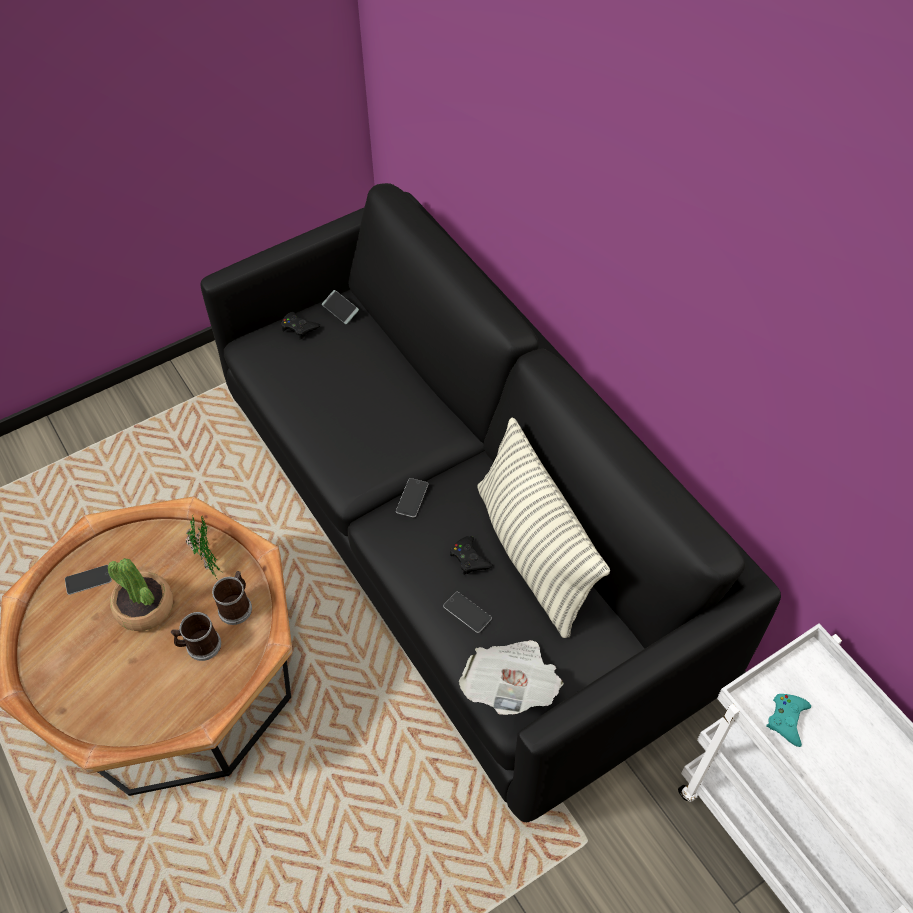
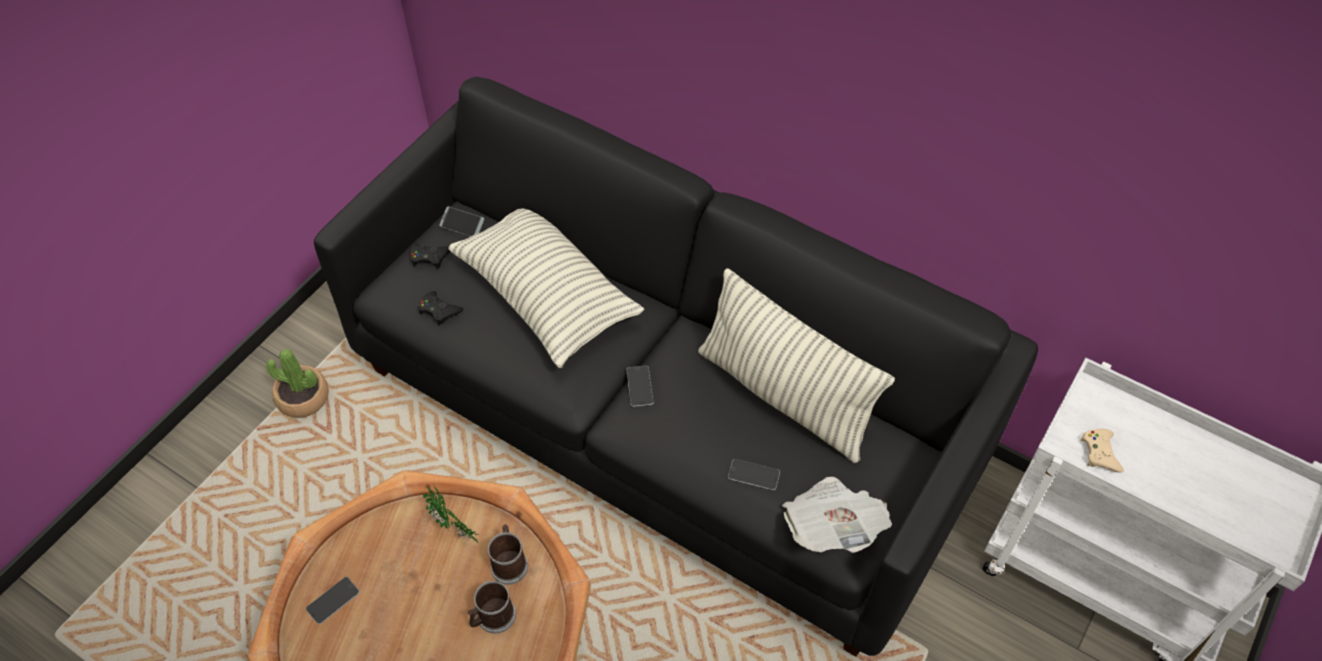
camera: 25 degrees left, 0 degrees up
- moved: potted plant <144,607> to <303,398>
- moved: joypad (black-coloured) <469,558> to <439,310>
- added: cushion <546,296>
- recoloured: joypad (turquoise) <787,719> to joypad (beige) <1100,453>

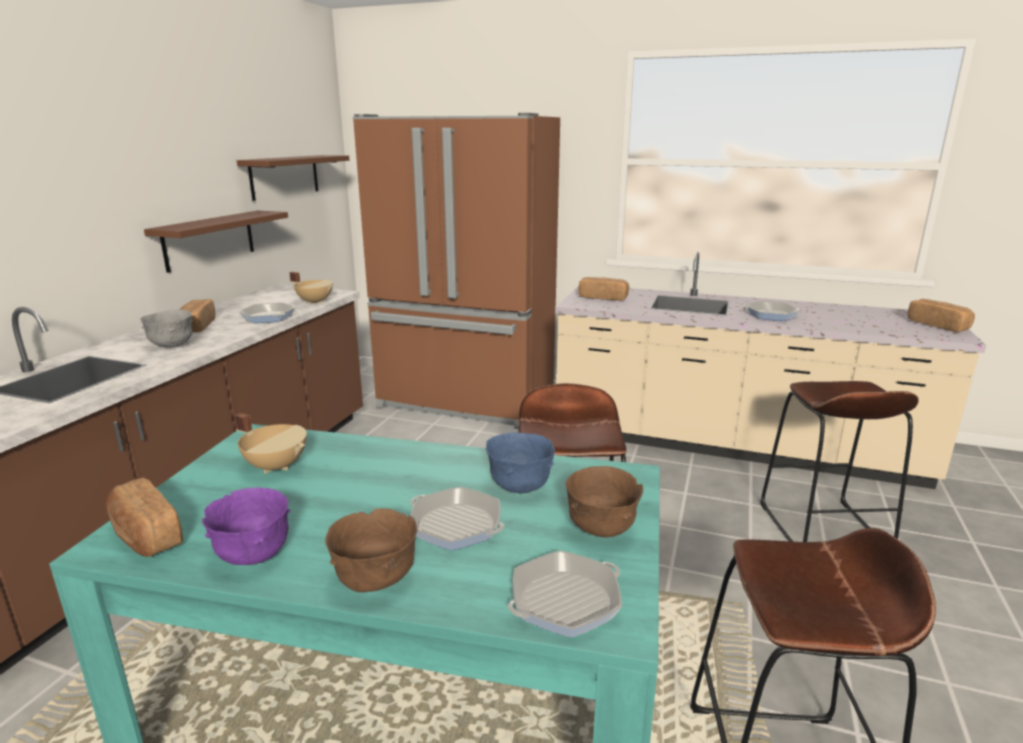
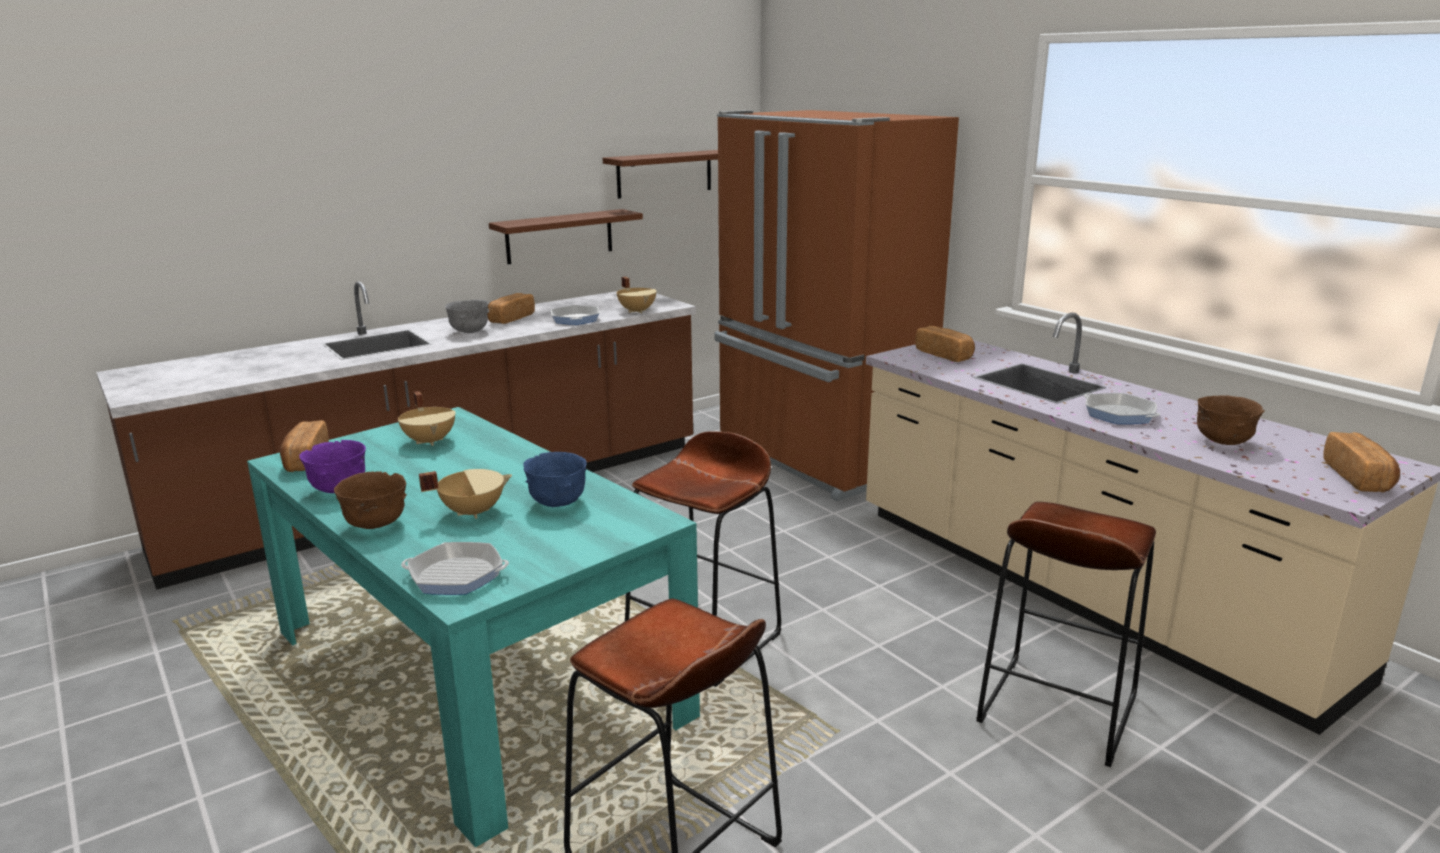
camera: 35 degrees right, 0 degrees up
- replaced: skillet <456,525> to stockpot (beige) <472,512>
- moved: bowl (brown-coloured) <601,529> to <1223,442>

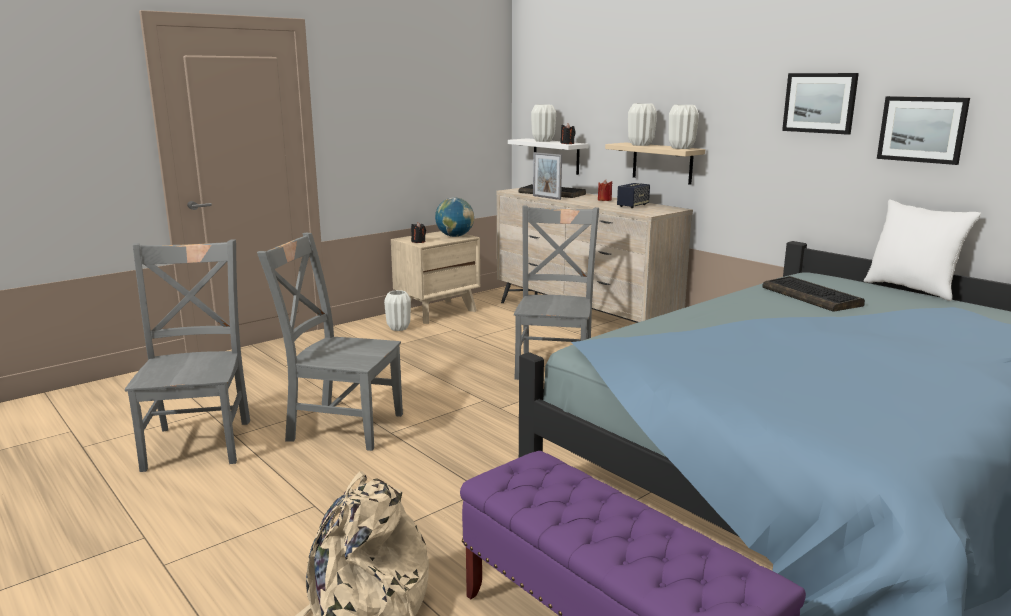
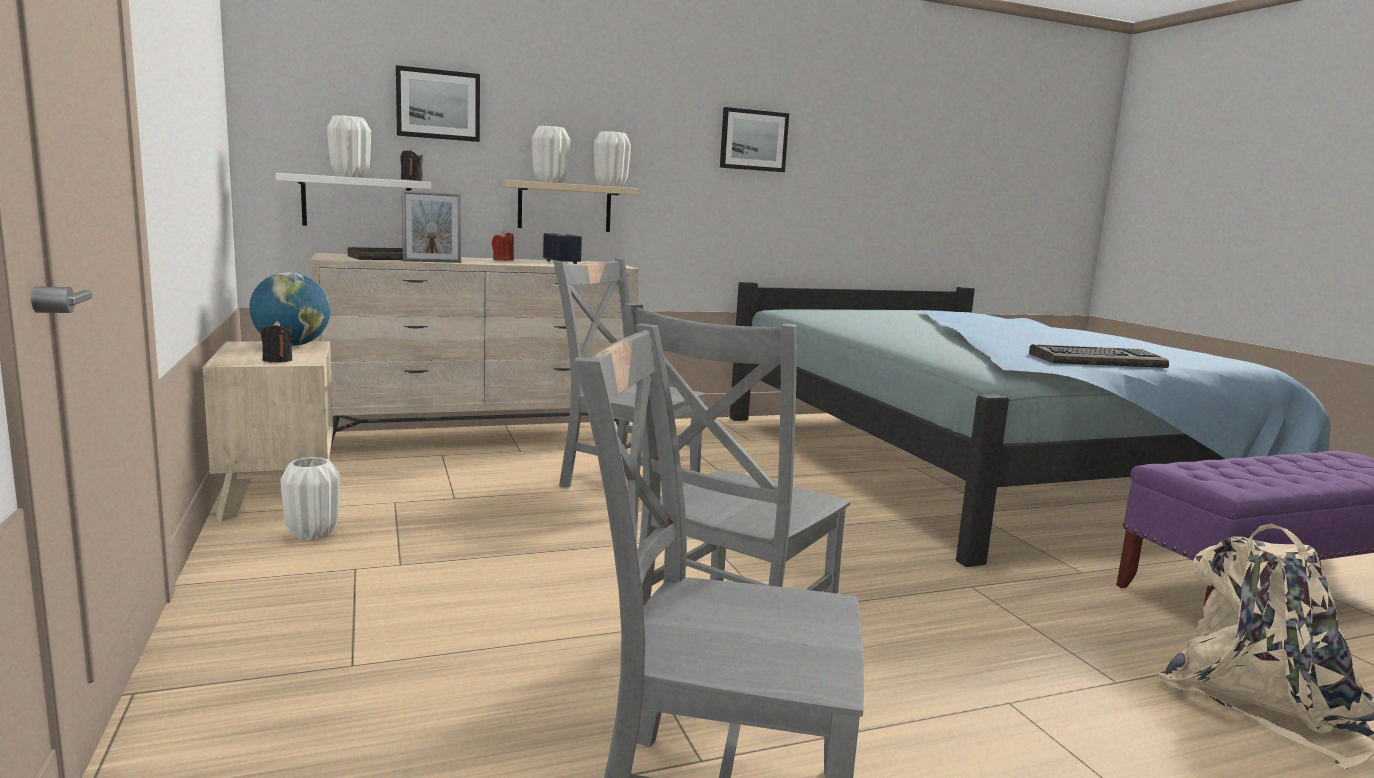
camera: 70 degrees left, 5 degrees down
- moved: wall picture <922,129> to <438,104>
- moved: computer keyboard <812,296> to <1097,360>
- removed: cushion (white-coloured) <911,289>

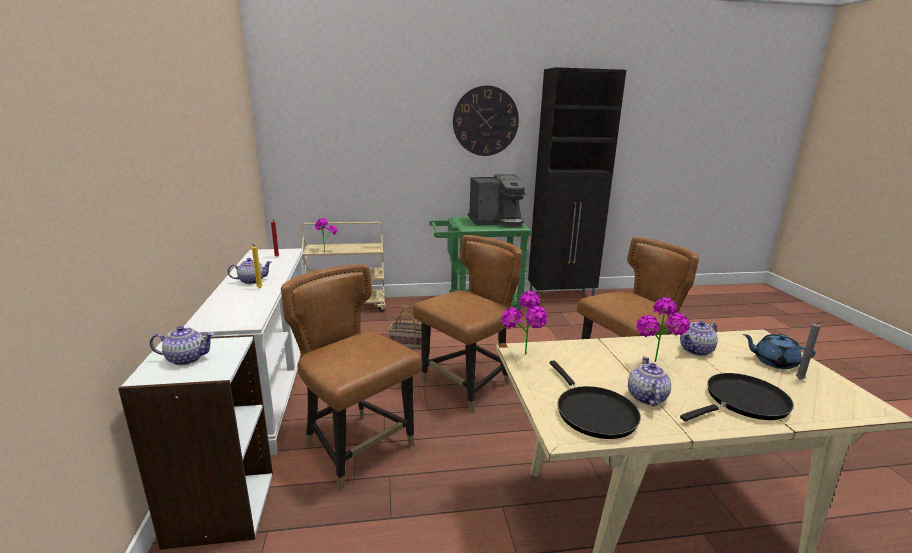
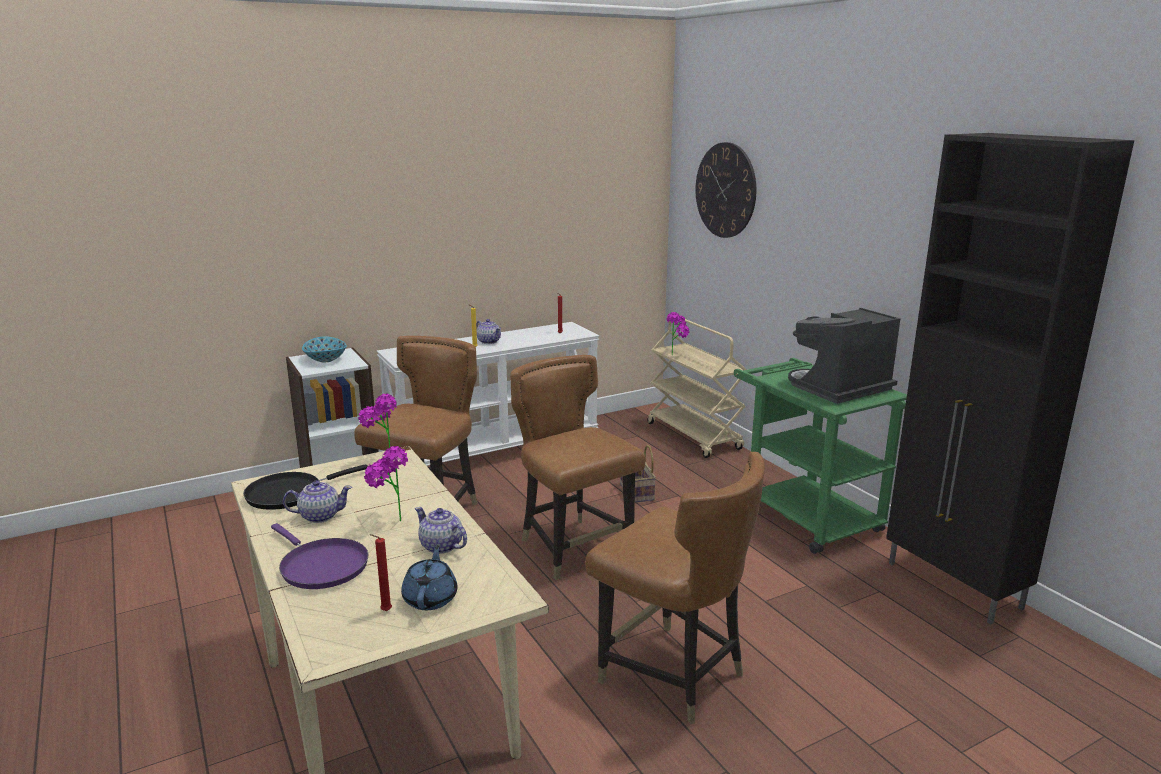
camera: 70 degrees right, 0 degrees up
- recoloured: skillet (black-coloured) <742,402> to skillet (purple-coloured) <321,566>
- replaced: teapot <186,359> to bowl <326,359>
- recoloured: wax light (greyish) <800,380> to wax light (reddish) <384,611>
- turned: upright chair (brown-coloured) <467,384> = <574,547> 150 degrees counterclockwise
- moved: hanging clock <485,121> to <725,190>
- turned: coffee machine <496,222> = <839,389> 90 degrees clockwise

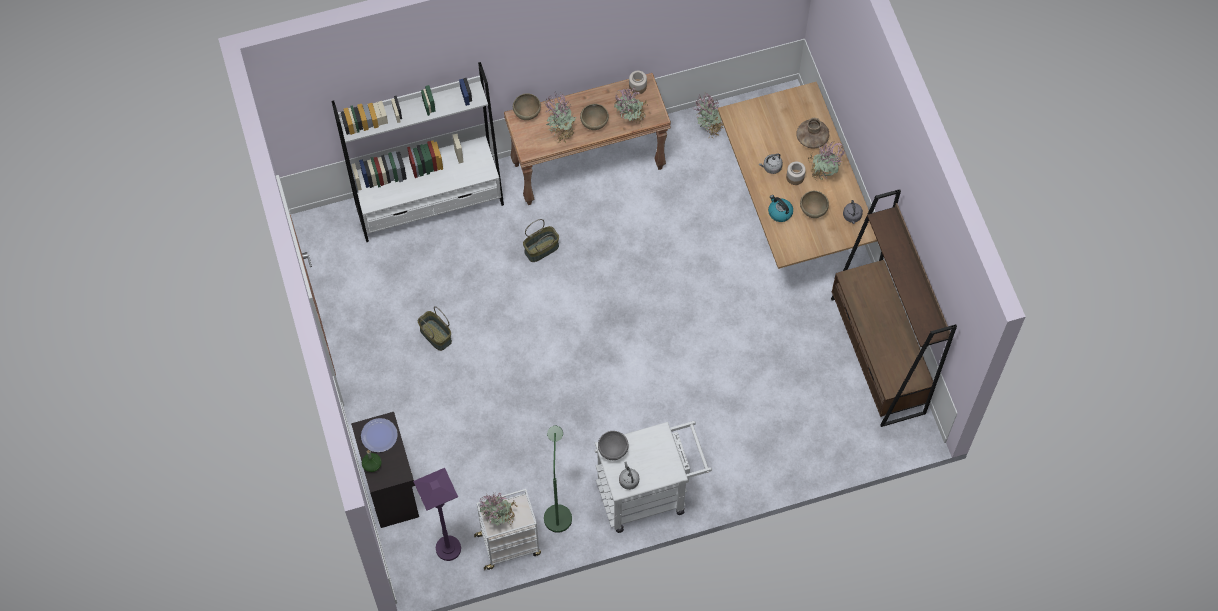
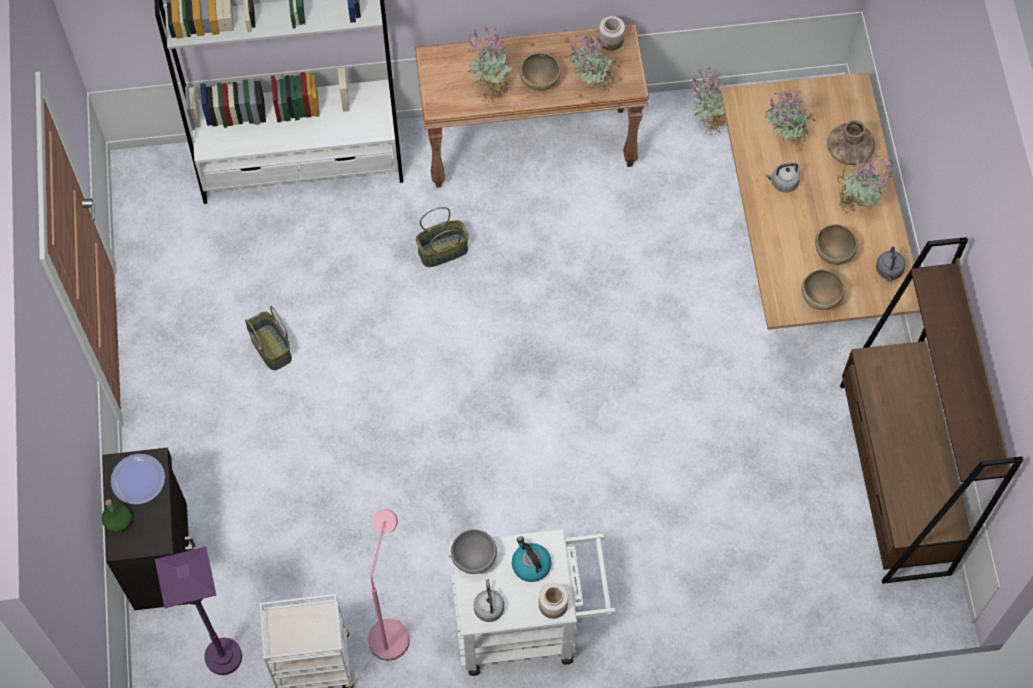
camera: 10 degrees right, 0 degrees up
- recoloured: standard lamp (green) <558,511> to standard lamp (pink) <391,629>
- moved: water kettle <779,212> to <530,564>
- moved: preserve jar <795,177> to <552,605>
- moved: potted plant <499,519> to <784,140>
- moved: bowl (brown-coloured) <527,113> to <820,299>

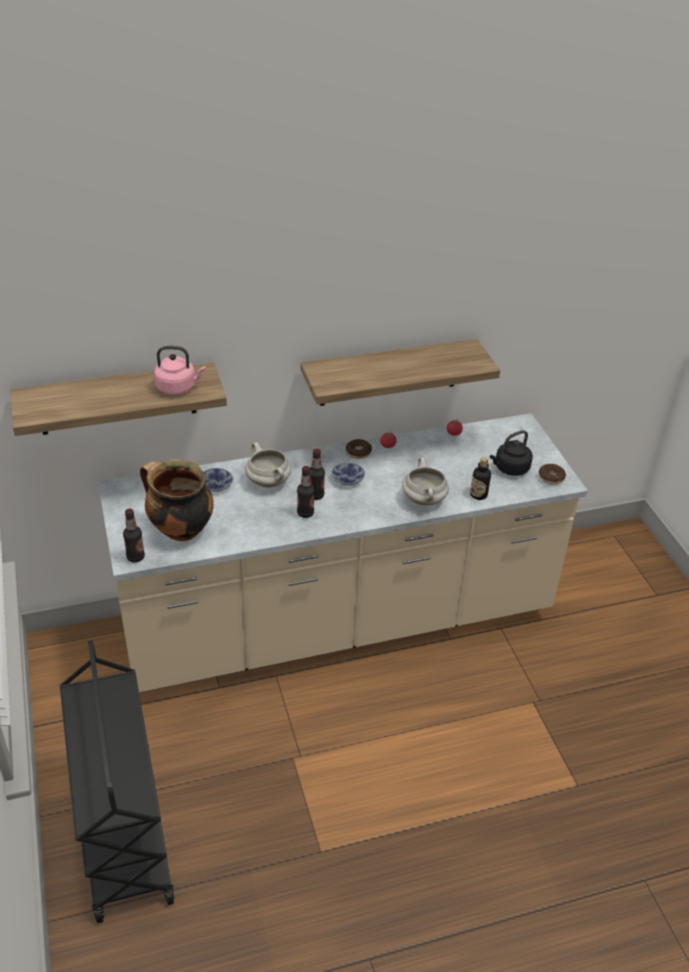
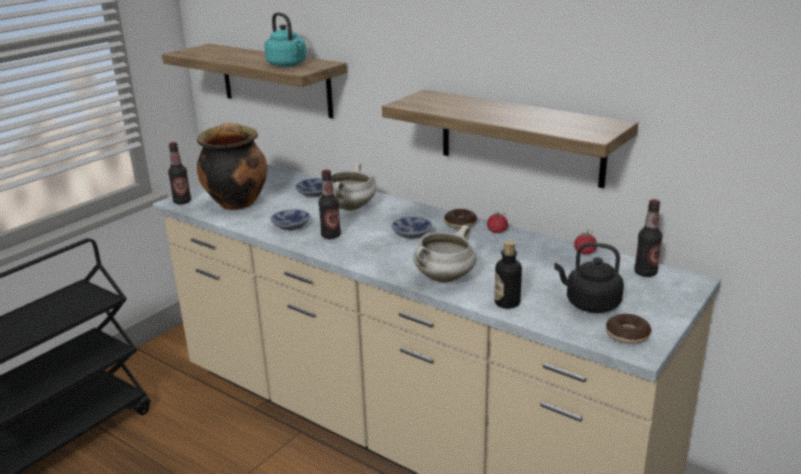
camera: 55 degrees right, 15 degrees down
- recoloured: water kettle (pink) <178,387> to water kettle (turquoise) <288,65>
- added: bowl <292,226>
- moved: beverage bottle <315,495> to <645,273>

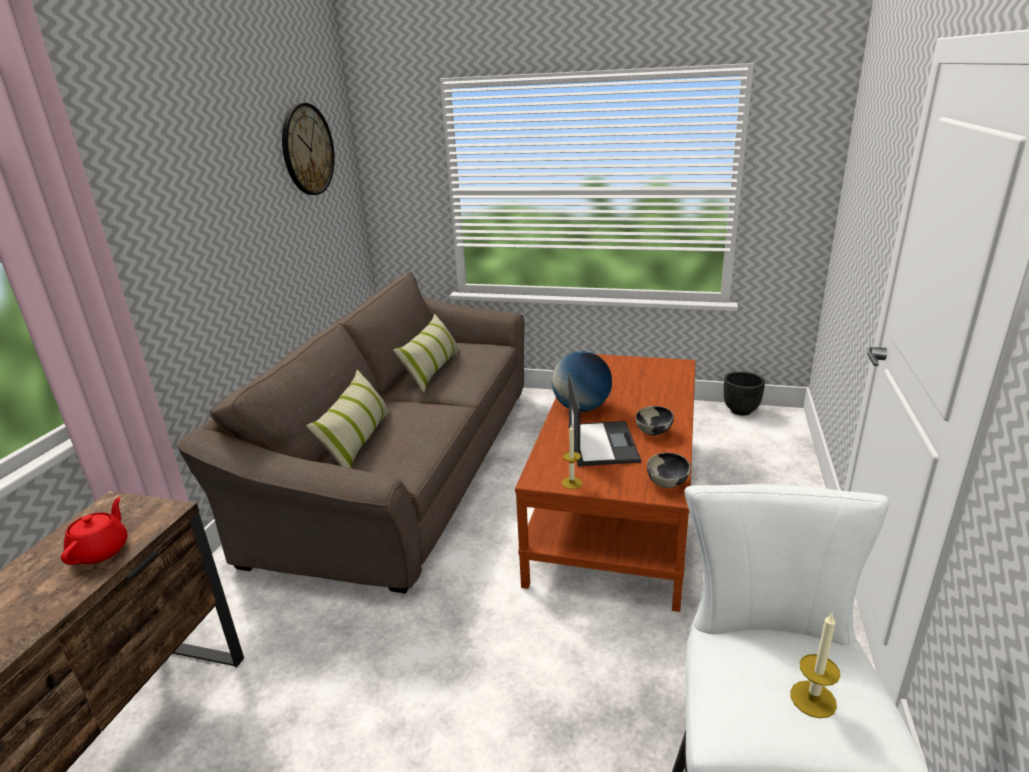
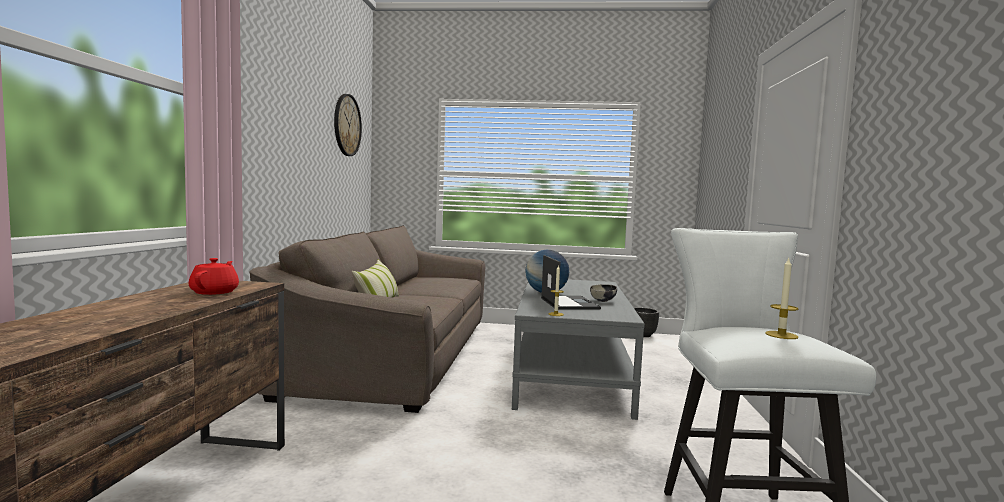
camera: 10 degrees left, 20 degrees down
- recoloured: low table (brown-coloured) <617,502> to low table (greyish) <570,372>
- removed: cushion <432,370>
- removed: bowl <667,483>

